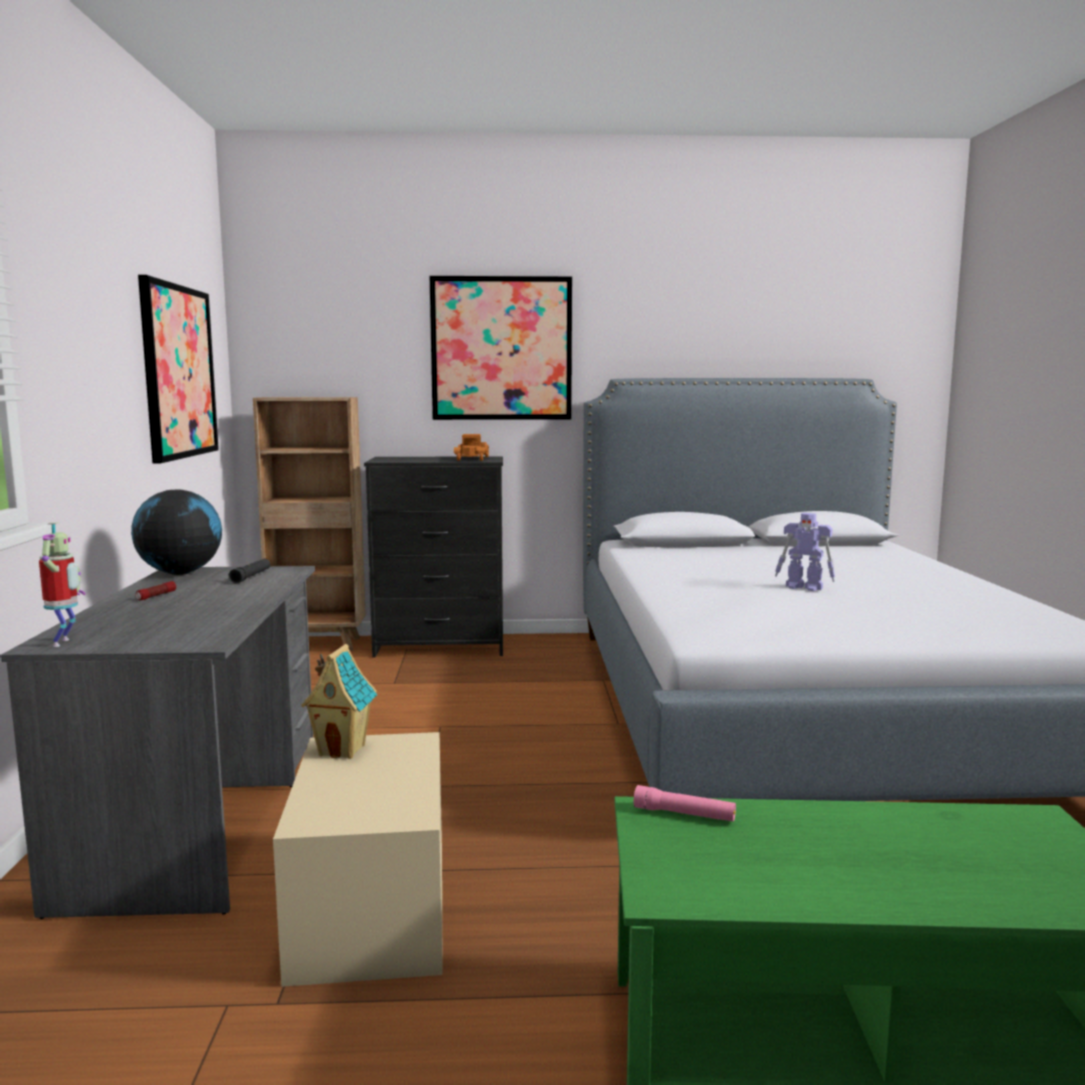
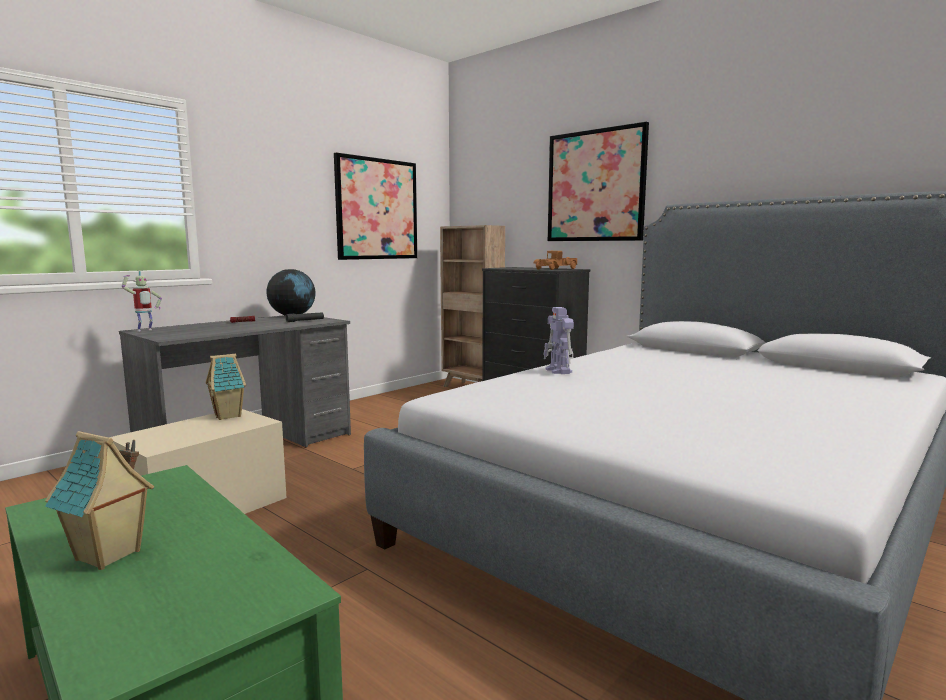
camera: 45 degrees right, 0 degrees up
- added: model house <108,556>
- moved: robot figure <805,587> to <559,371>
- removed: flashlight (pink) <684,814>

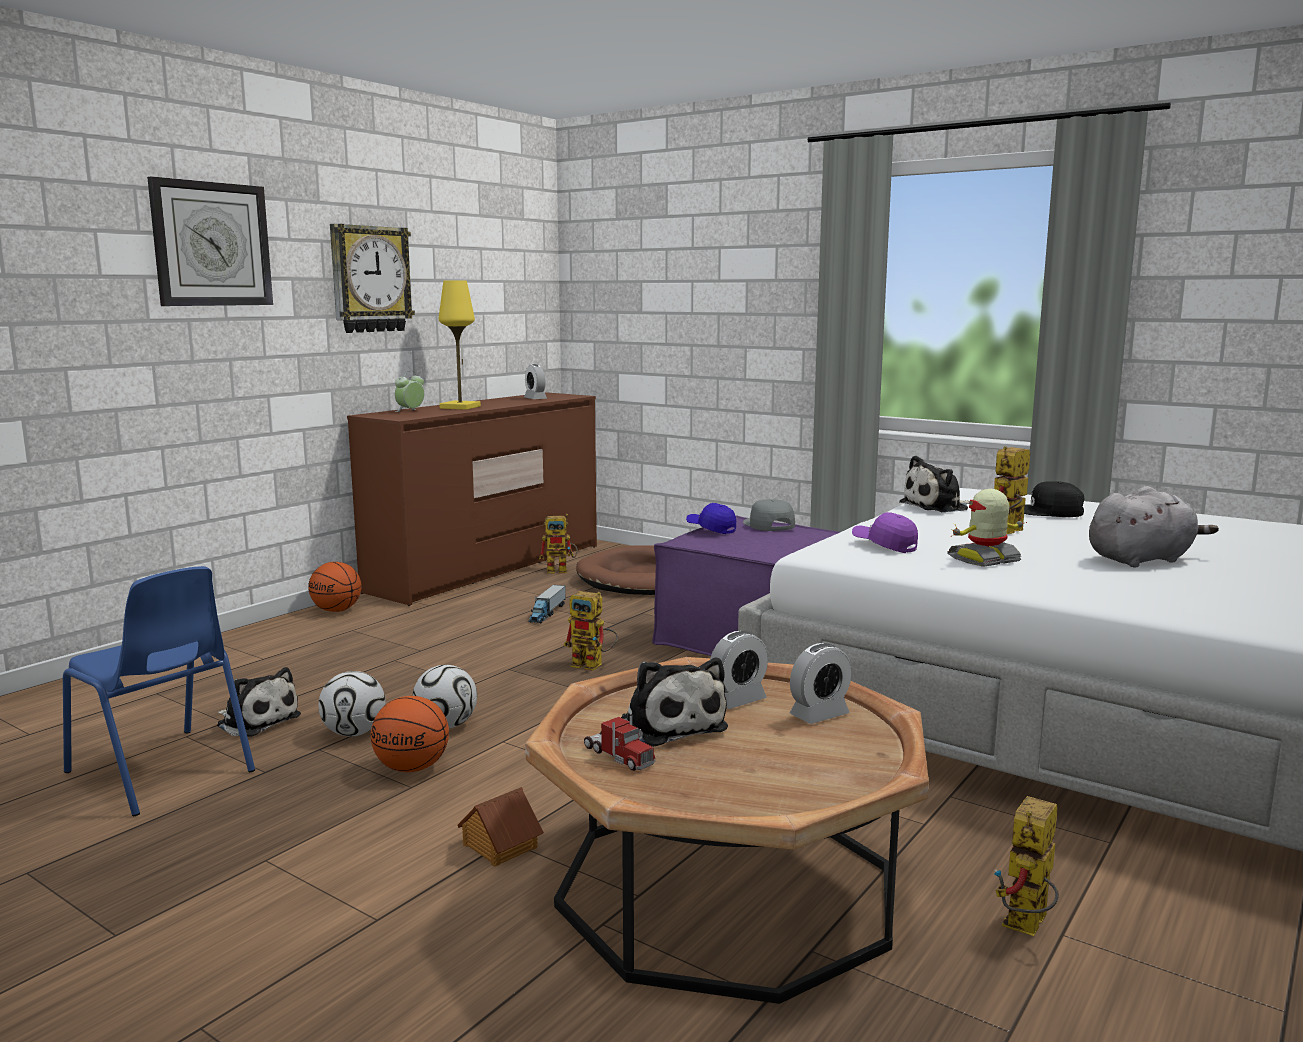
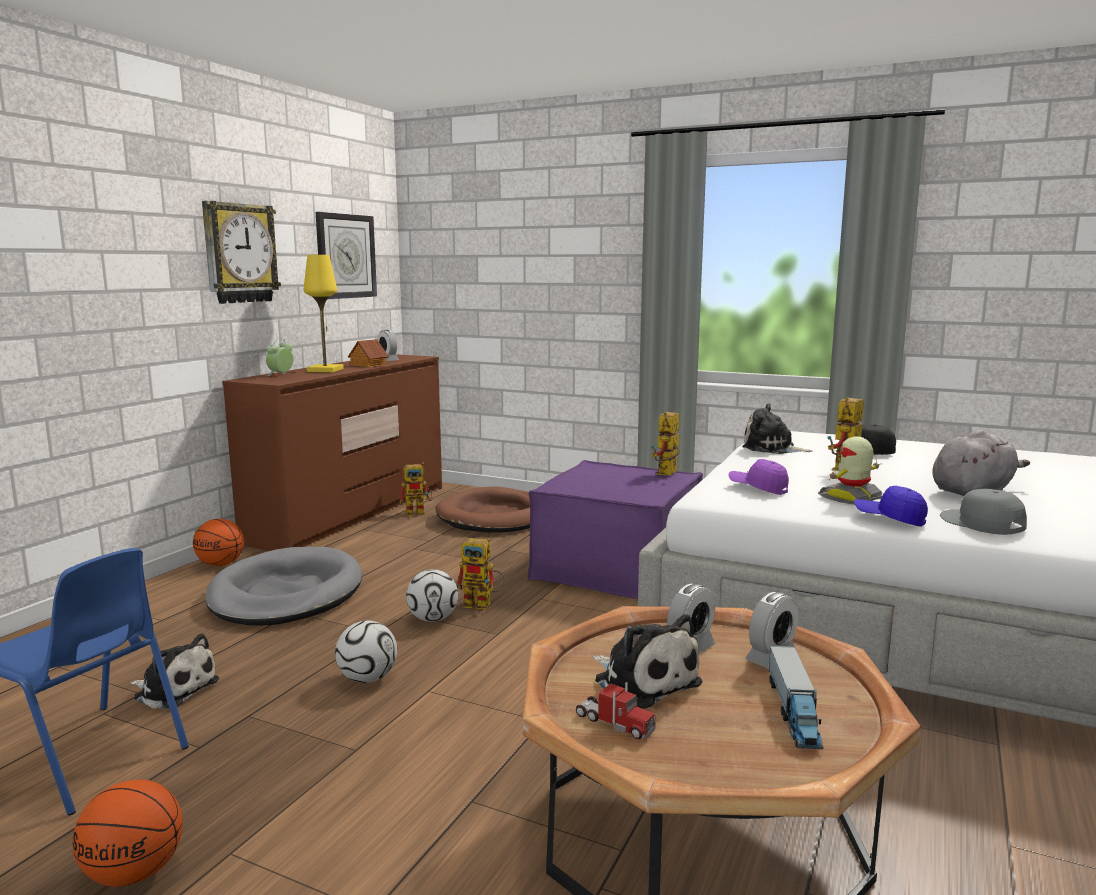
camera: 10 degrees left, 0 degrees up
- moved: basketball ball <413,768> to <135,873>
- added: dog cushion (greyish) <286,593>
- moved: hanging clock <211,244> to <345,256>
- moved: model house <499,846> to <368,365>
- moved: ball for football <354,733> to <433,619>
- moved: robot figure <1026,928> to <667,474>
- turned: soft toy <937,507> = <772,448> 60 degrees clockwise
- moved: model truck <547,613> to <793,712>
- moved: cap (bluish) <711,529> to <889,519>
- moved: cap (greyish) <767,525> to <981,523>

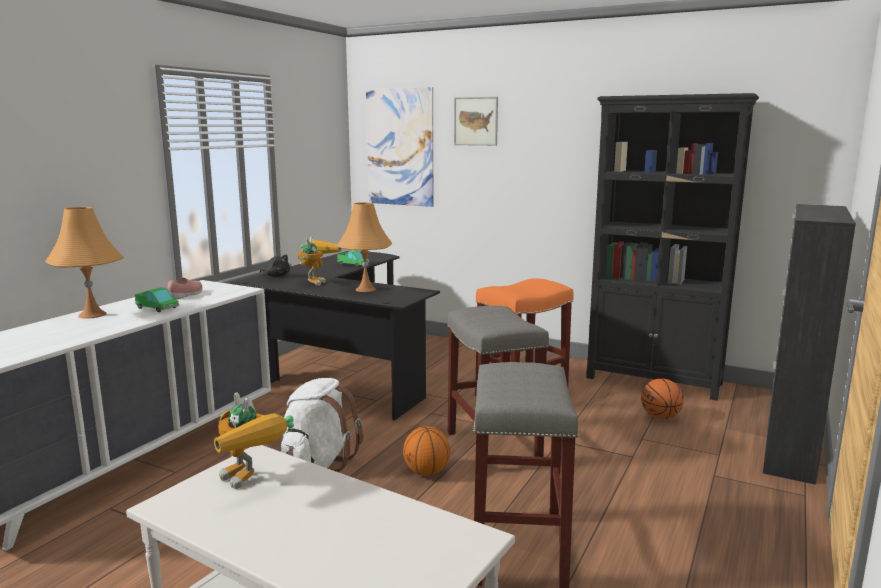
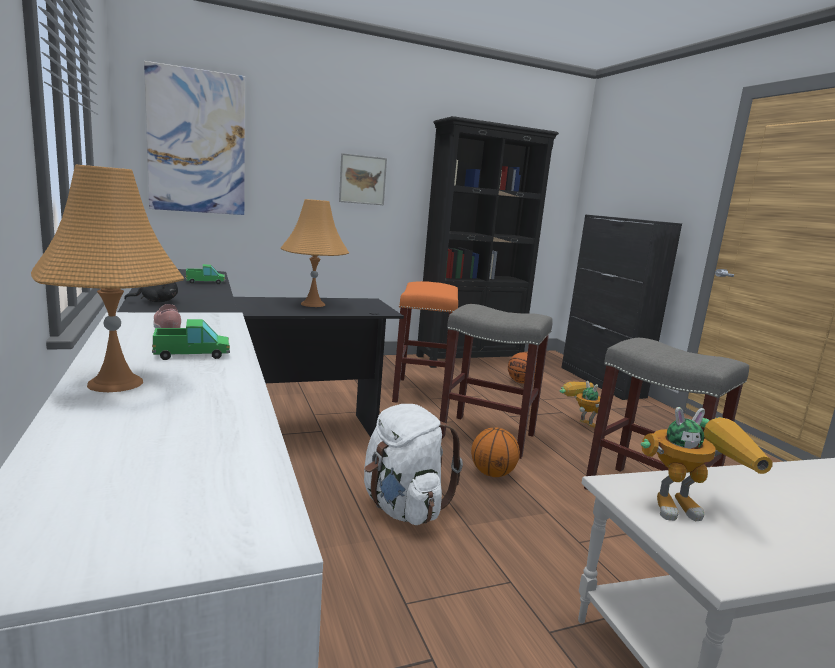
camera: 50 degrees left, 0 degrees up
- moved: wall picture <476,121> to <362,179>
- moved: robot figure <316,281> to <579,424>

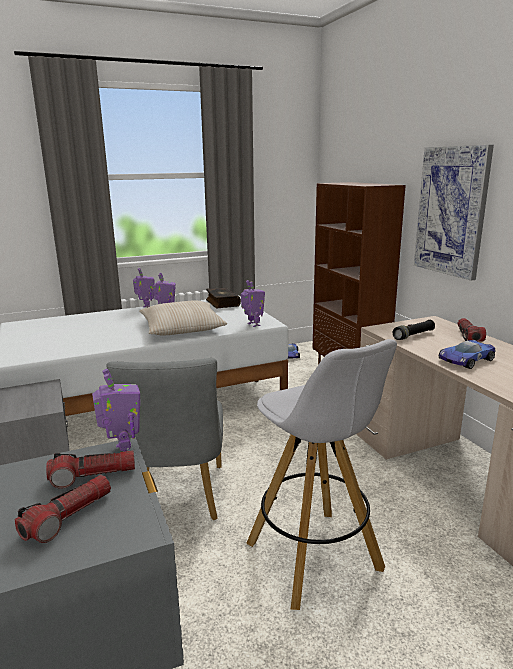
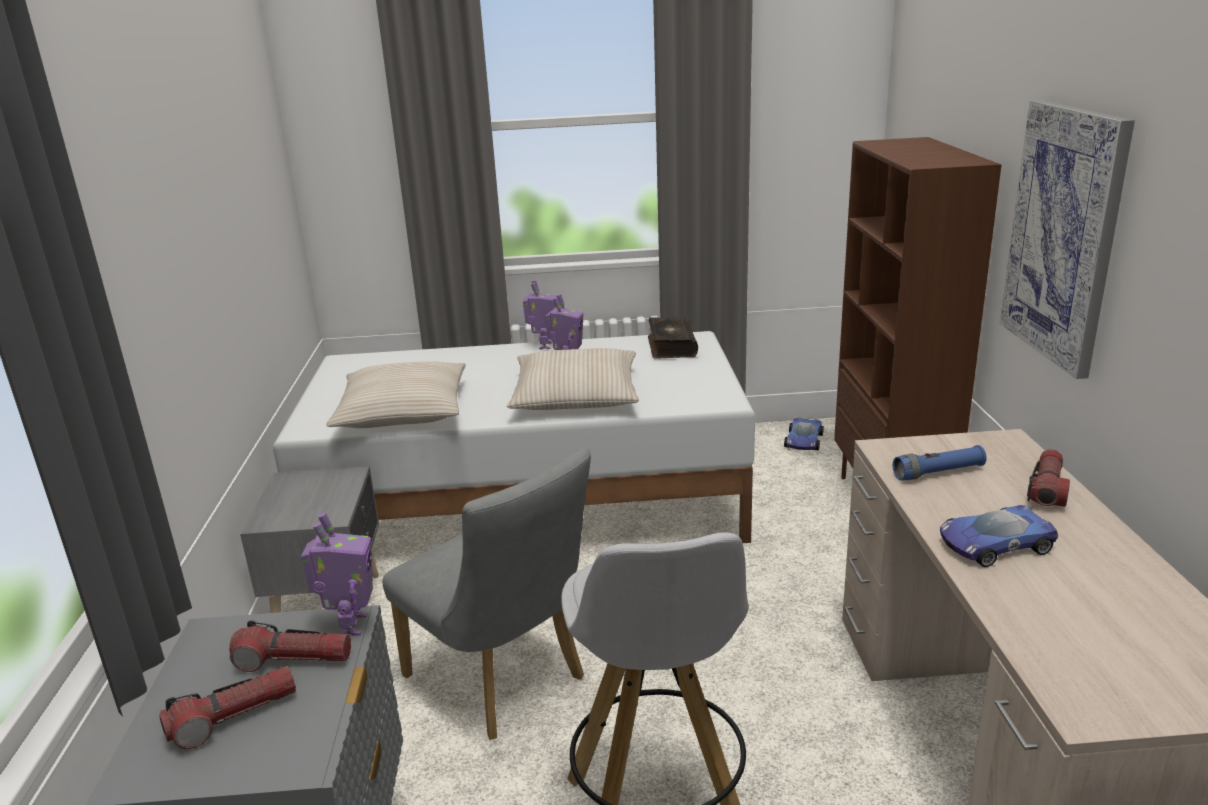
camera: 20 degrees right, 5 degrees up
- added: cushion (beige) <403,411>
- turned: upright chair (greyish) <179,499> = <503,682> 60 degrees counterclockwise
- recoloured: flashlight (black-coloured) <413,335> to flashlight (bluish) <938,473>
- removed: robot figure <253,325>

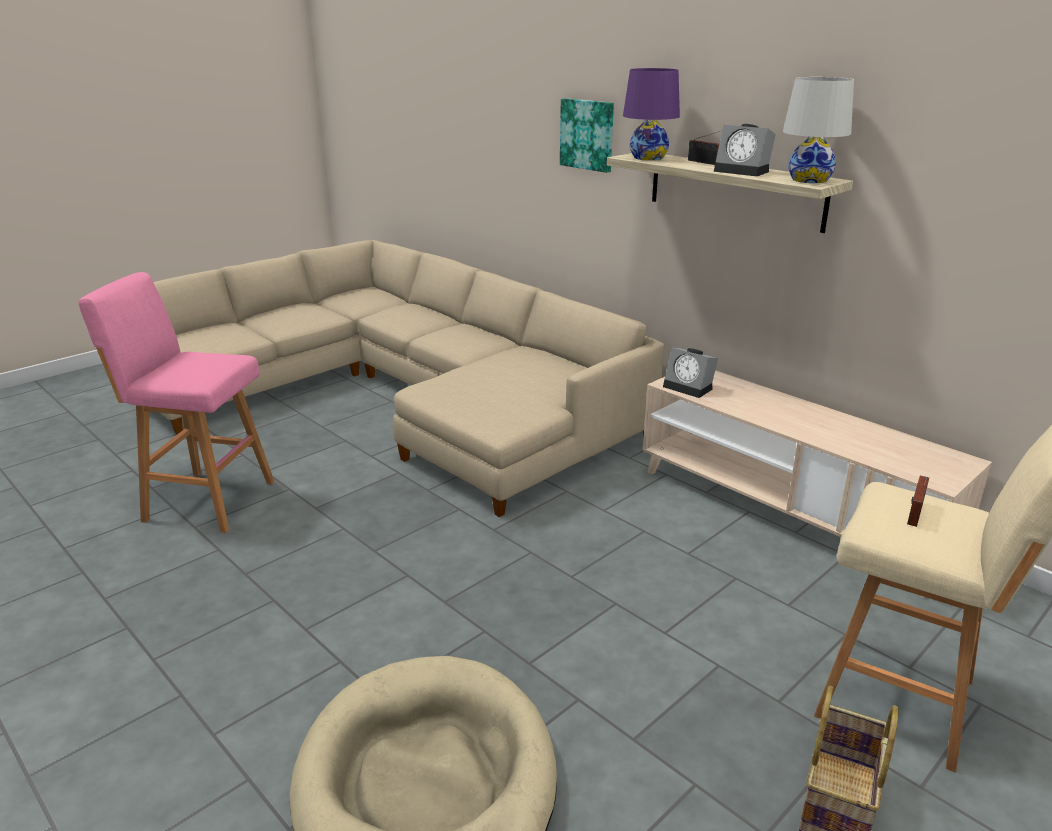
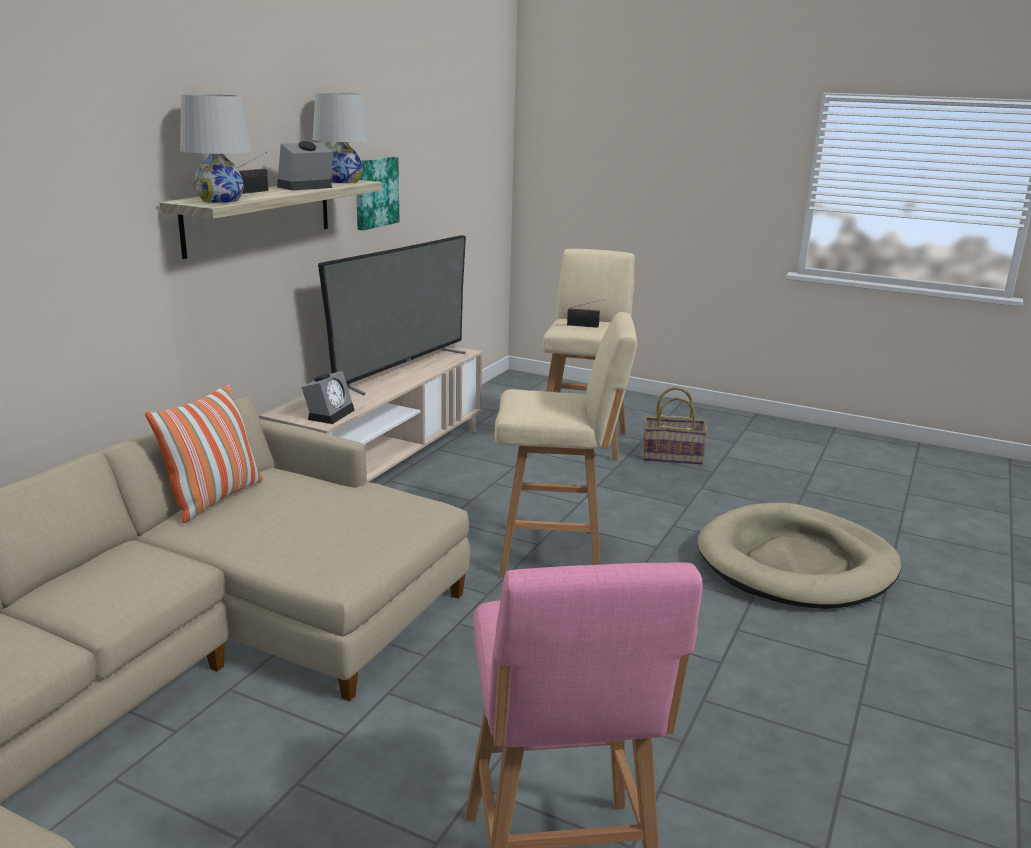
camera: 110 degrees left, 5 degrees down
- added: cushion <214,499>
- recoloured: lamp for a table (purple-coloured) <648,158> to lamp for a table (white-coloured) <220,200>
- turned: table clock <744,171> = <304,187> 150 degrees counterclockwise
- added: television <401,369>
- moved: wall picture <588,134> to <375,192>
- added: stool seat (beige) <556,553>

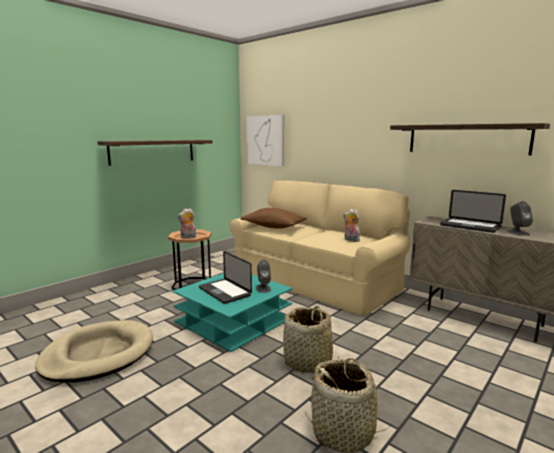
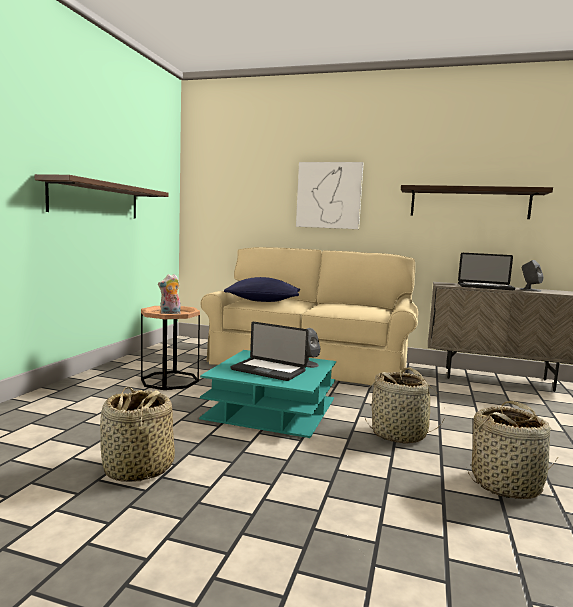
camera: 25 degrees left, 5 degrees down
- replaced: dog cushion (beige) <98,354> to basket <138,469>
- recoloured: cushion (brown-coloured) <273,227> to cushion (bluish) <262,301>
- moved: wall picture <265,140> to <329,195>
- removed: soft toy <350,240>

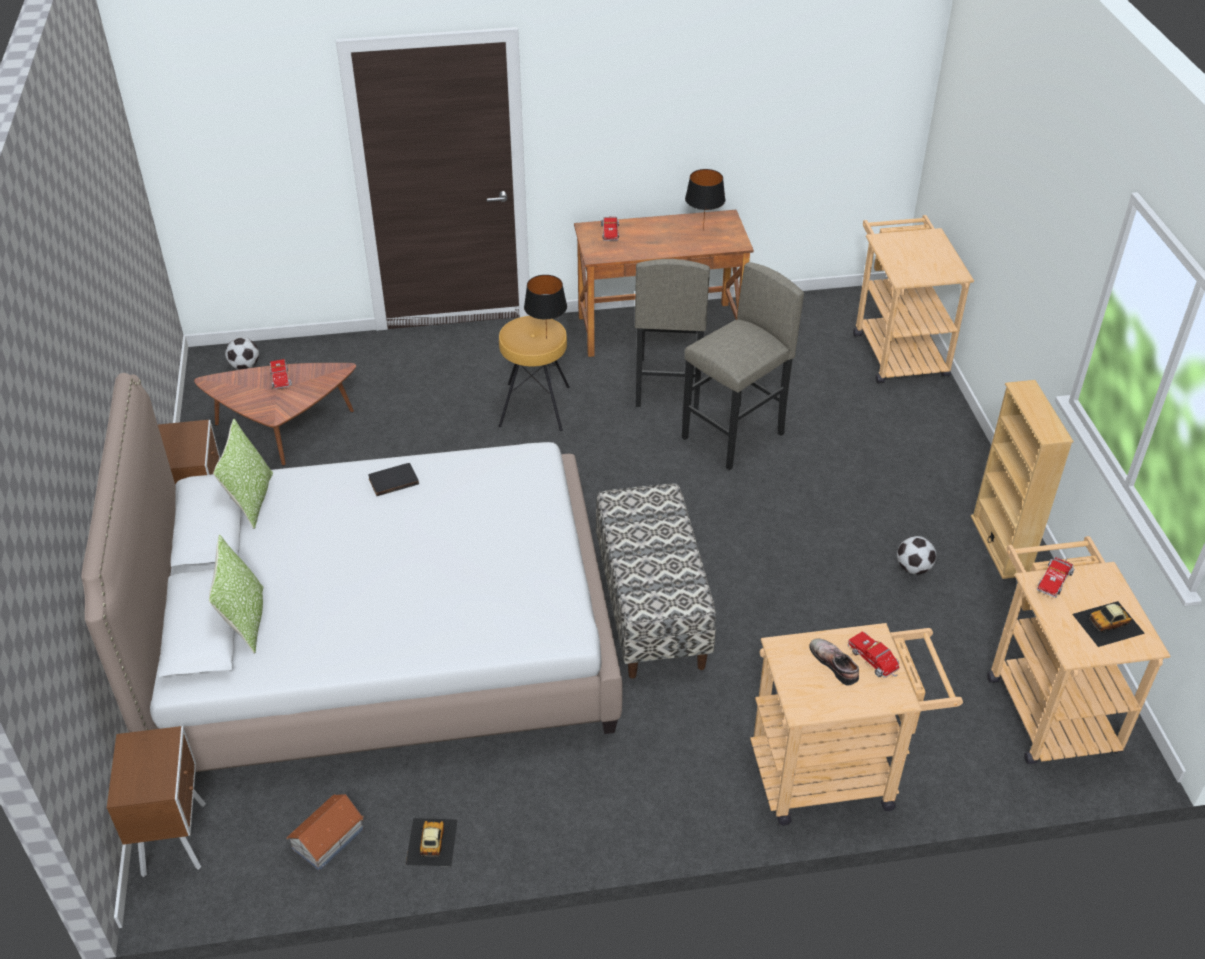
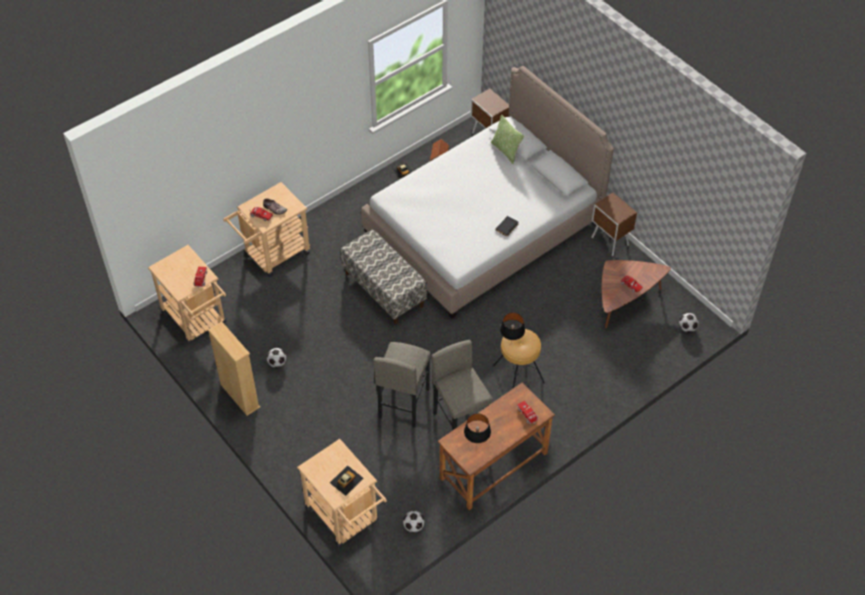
camera: 150 degrees right, 10 degrees up
- moved: model car <1108,623> to <346,480>
- added: ball for football <413,526>
- removed: cushion <251,500>

